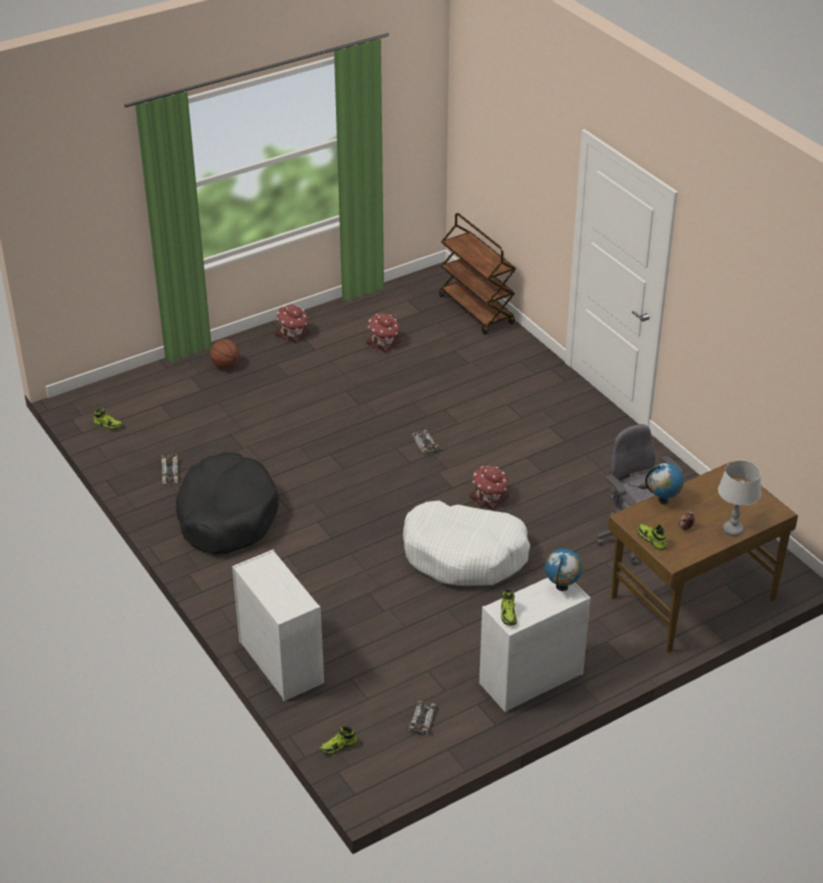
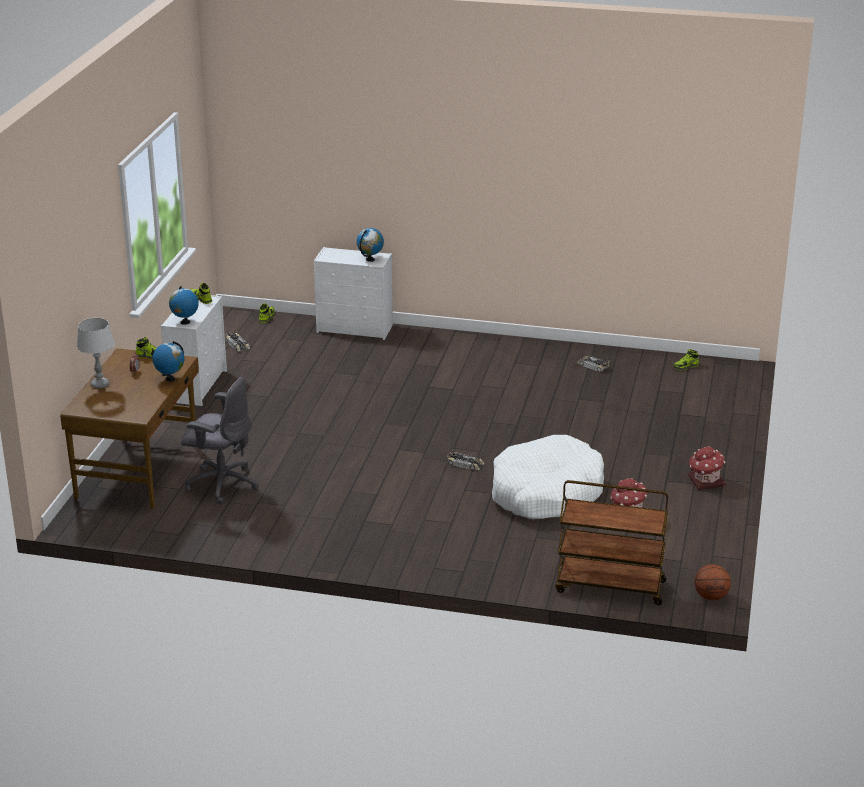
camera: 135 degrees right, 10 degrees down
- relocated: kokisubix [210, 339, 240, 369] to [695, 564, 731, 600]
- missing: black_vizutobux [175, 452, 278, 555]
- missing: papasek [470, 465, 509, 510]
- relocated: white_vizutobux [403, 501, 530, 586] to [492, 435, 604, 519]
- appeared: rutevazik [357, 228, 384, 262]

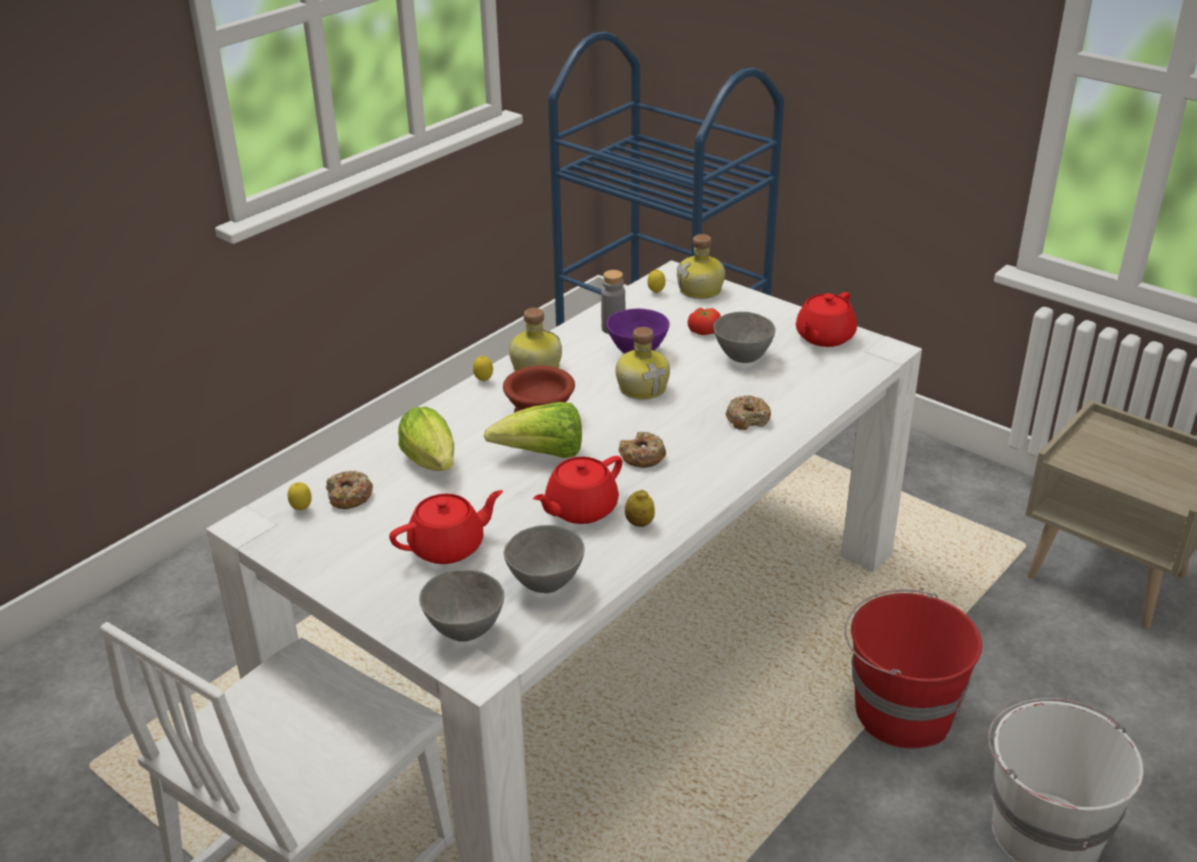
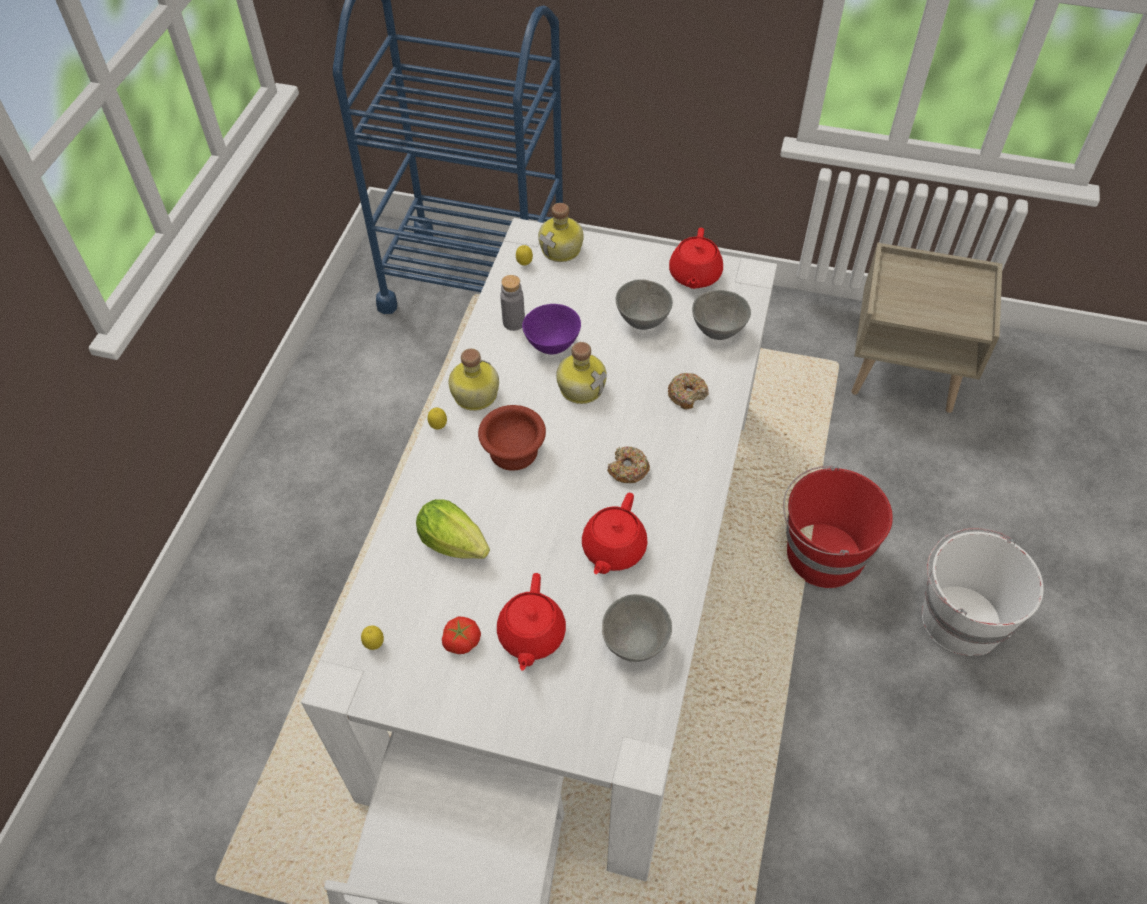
camera: 25 degrees left, 20 degrees up
- relocated: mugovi [688, 308, 721, 335] to [442, 617, 481, 654]
- missing: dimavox [484, 402, 582, 458]
- missing: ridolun [326, 471, 373, 509]
- spun: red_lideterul [389, 490, 503, 564] = [497, 573, 566, 671] 150 degrees clockwise
- missing: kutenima [625, 490, 655, 527]
- relocated: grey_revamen [419, 569, 504, 642] to [692, 290, 751, 340]

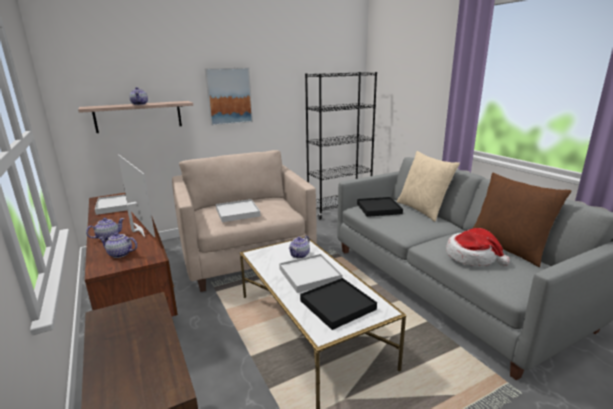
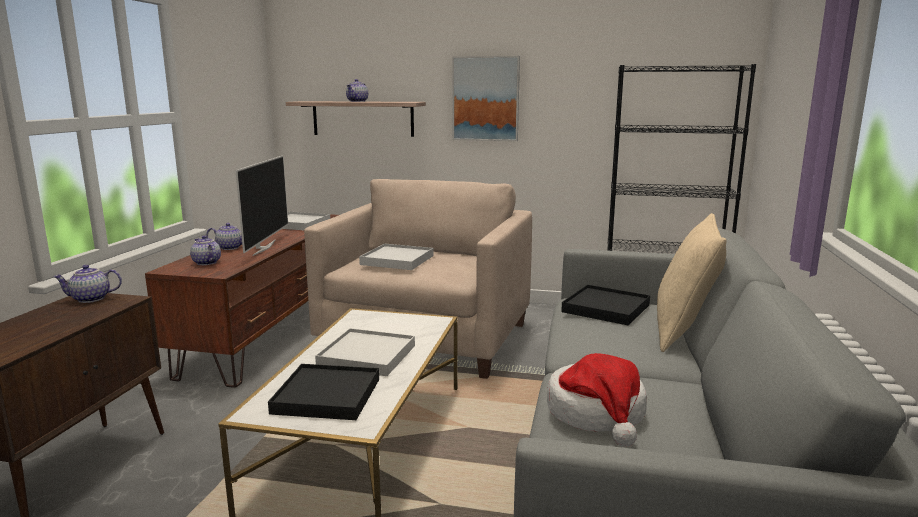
camera: 40 degrees right, 5 degrees down
- missing: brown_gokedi [473, 173, 571, 267]
- relocated: lideterul [289, 236, 310, 259] to [53, 265, 122, 303]

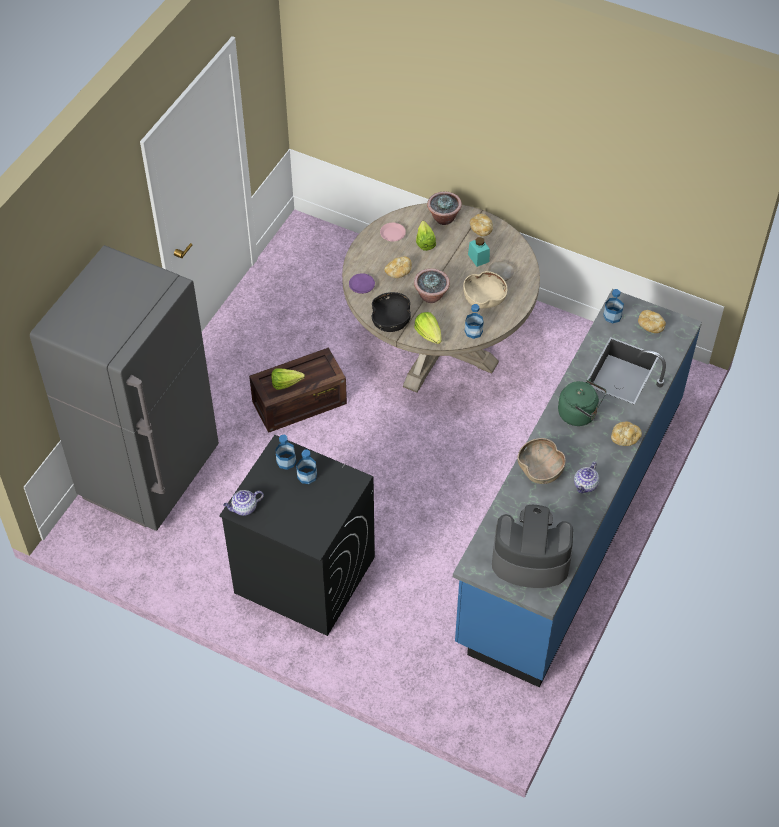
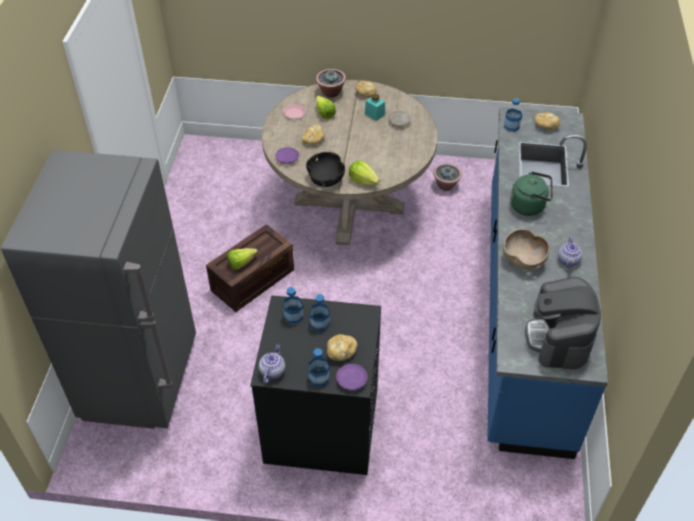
camera: 20 degrees left, 5 degrees down
- relocated: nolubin [414, 268, 450, 303] to [433, 164, 462, 191]
- missing: beige_revamen [463, 271, 507, 309]
- relocated: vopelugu [465, 304, 484, 339] to [309, 348, 330, 386]
- relocated: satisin [611, 422, 642, 446] to [327, 334, 357, 361]
- spun: lideterul [223, 490, 264, 516] = [259, 344, 285, 384] 150 degrees clockwise
- spun: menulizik [492, 505, 573, 588] = [526, 277, 601, 369] 75 degrees counterclockwise
- appeared: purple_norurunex [336, 364, 368, 390]

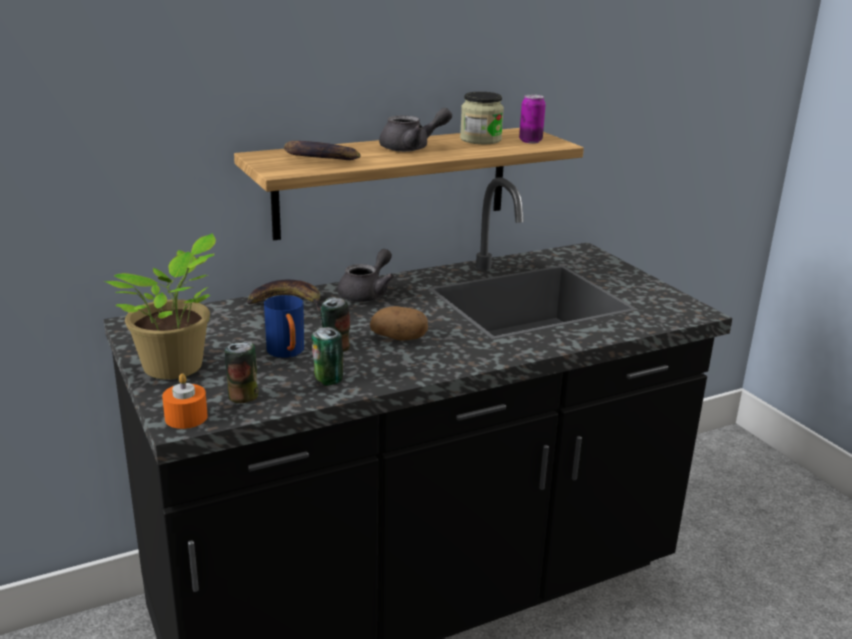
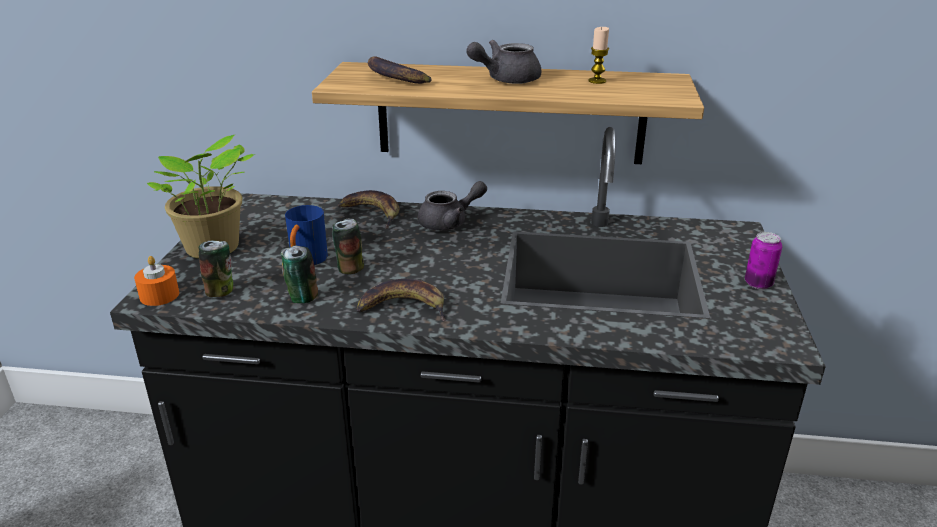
camera: 35 degrees right, 5 degrees up
- exchanged: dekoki [460, 92, 504, 144] to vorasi [588, 27, 609, 84]
- relocated: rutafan [519, 95, 546, 144] to [745, 232, 782, 289]
- spun: grey_lideterul [379, 108, 452, 152] = [466, 40, 542, 84] 135 degrees clockwise
- missing: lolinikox [370, 306, 428, 341]
- appeared: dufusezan [356, 279, 446, 322]

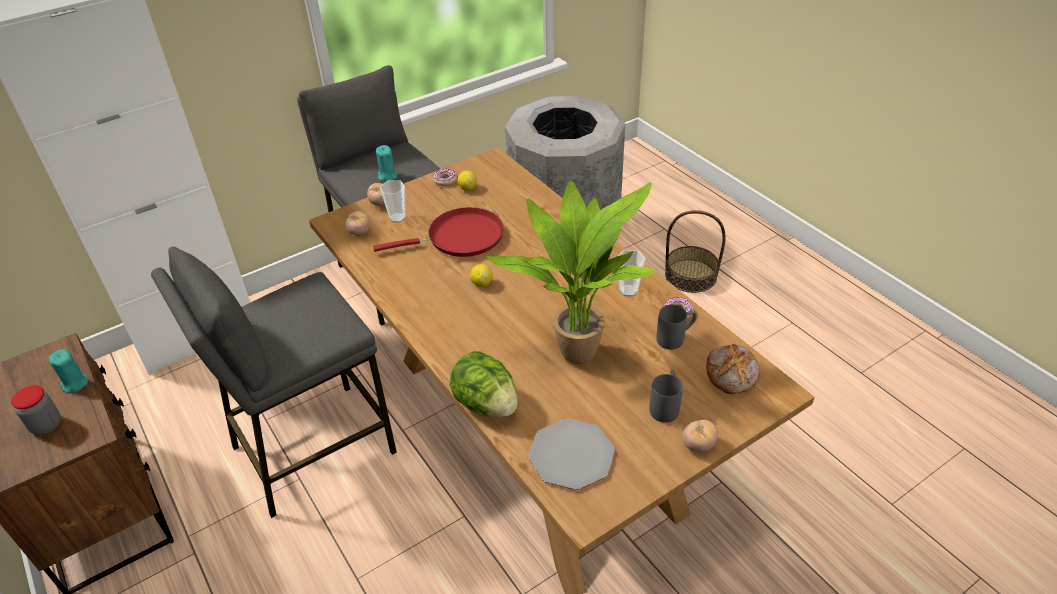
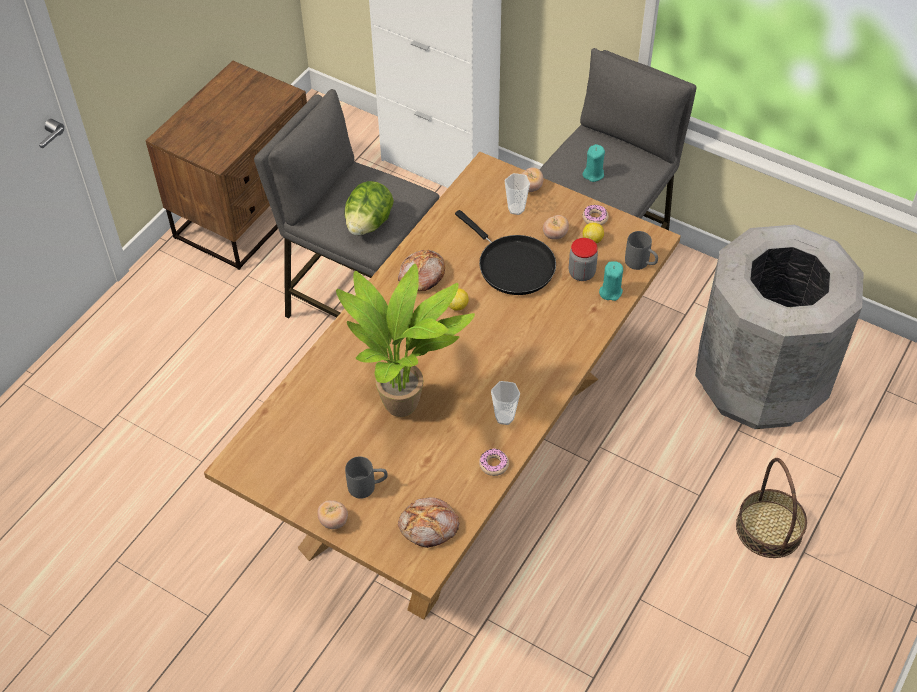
camera: 65 degrees right, 10 degrees up
- colour: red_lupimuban [373, 207, 504, 257] to black_lupimuban [455, 210, 556, 295]
- relocated: mugovi [346, 211, 370, 236] to [543, 215, 569, 240]
- relocated: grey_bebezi [656, 305, 697, 350] to [625, 231, 658, 270]
- relocated: turquoise_vorasi [49, 350, 88, 393] to [599, 261, 623, 301]
- relocated: dimavox [450, 351, 518, 417] to [344, 181, 394, 235]
- relocated: dekoki [11, 385, 61, 435] to [569, 238, 598, 281]
- missing: norurunex [528, 419, 615, 490]
- appeared: satisin [398, 249, 445, 291]

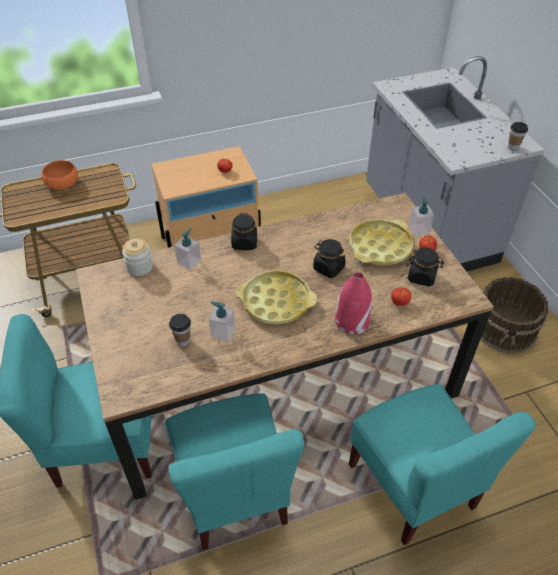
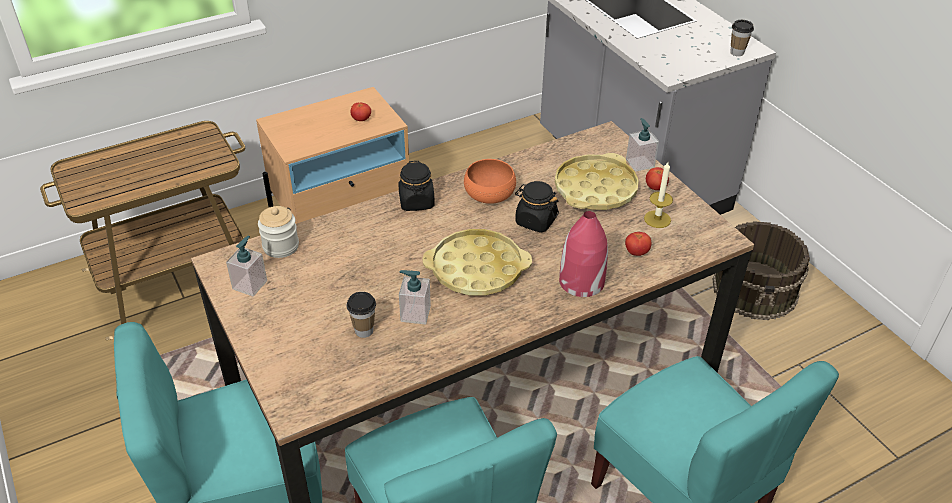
camera: 10 degrees left, 5 degrees down
- relocated: orange_revamen [42, 160, 78, 190] to [464, 159, 516, 204]
- relocated: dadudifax [174, 228, 201, 270] to [226, 236, 267, 296]
- exchanged: black_dekoki [407, 248, 444, 287] to vorasi [644, 162, 673, 228]

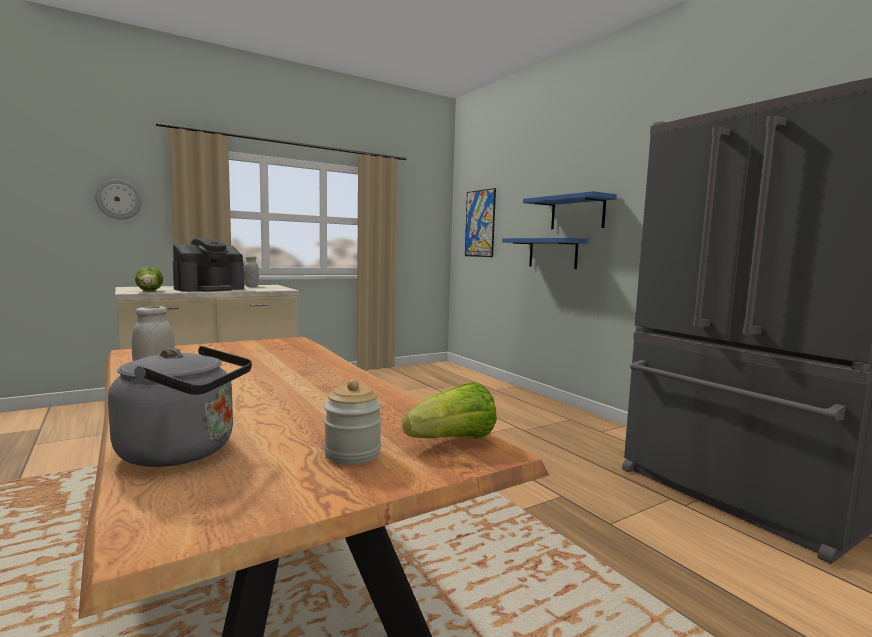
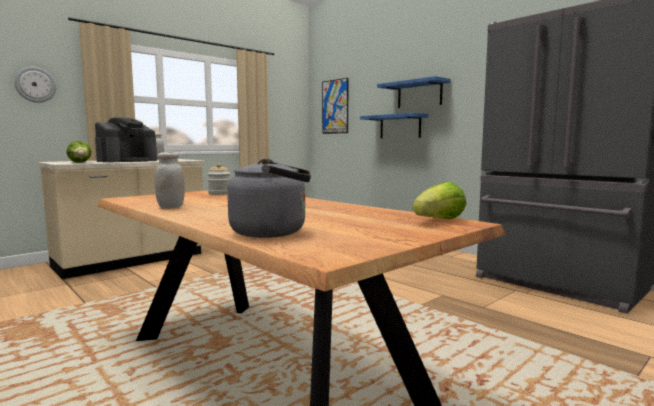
camera: 10 degrees left, 0 degrees up
- relocated: dekoki [324, 380, 382, 465] to [208, 163, 231, 195]

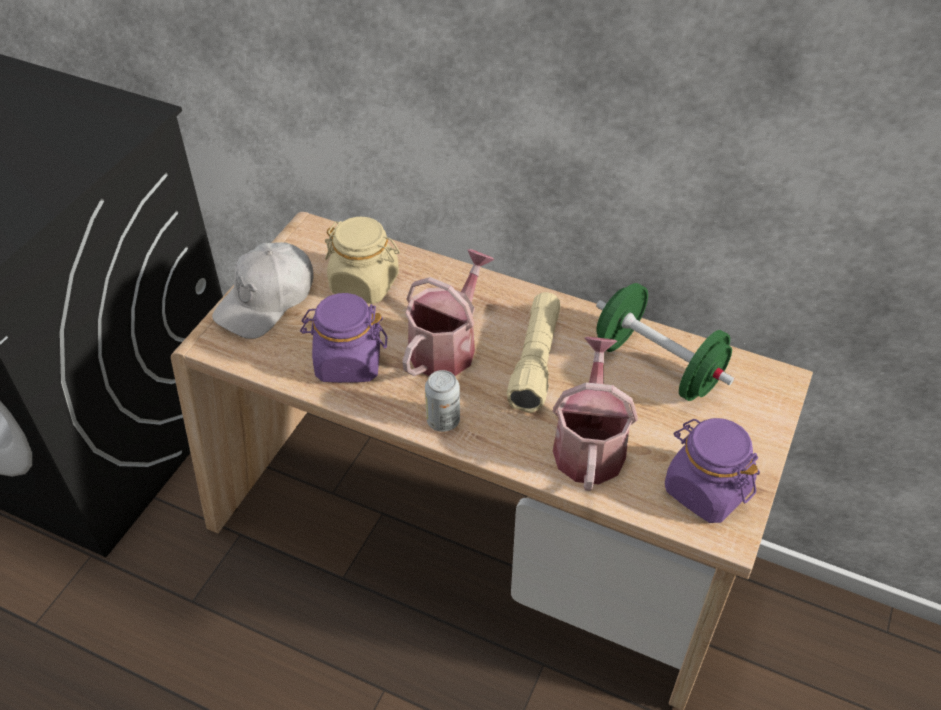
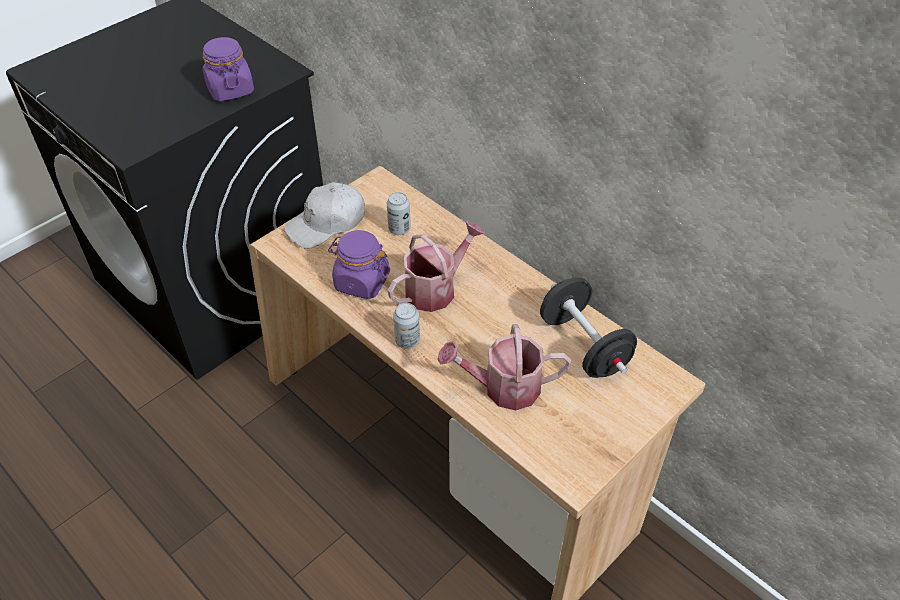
camera: 20 degrees right, 0 degrees up
- exchanged: beige_dekoki [325, 217, 400, 304] to rutafan [387, 192, 411, 235]
- colour: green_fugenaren [596, 283, 734, 401] to black_fugenaren [540, 277, 637, 378]
- missing: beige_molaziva [506, 292, 561, 413]
- spun: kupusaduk [553, 337, 638, 491] = [437, 324, 571, 410] 120 degrees counterclockwise
- relocated: purple_dekoki [665, 418, 760, 523] to [202, 37, 254, 102]

